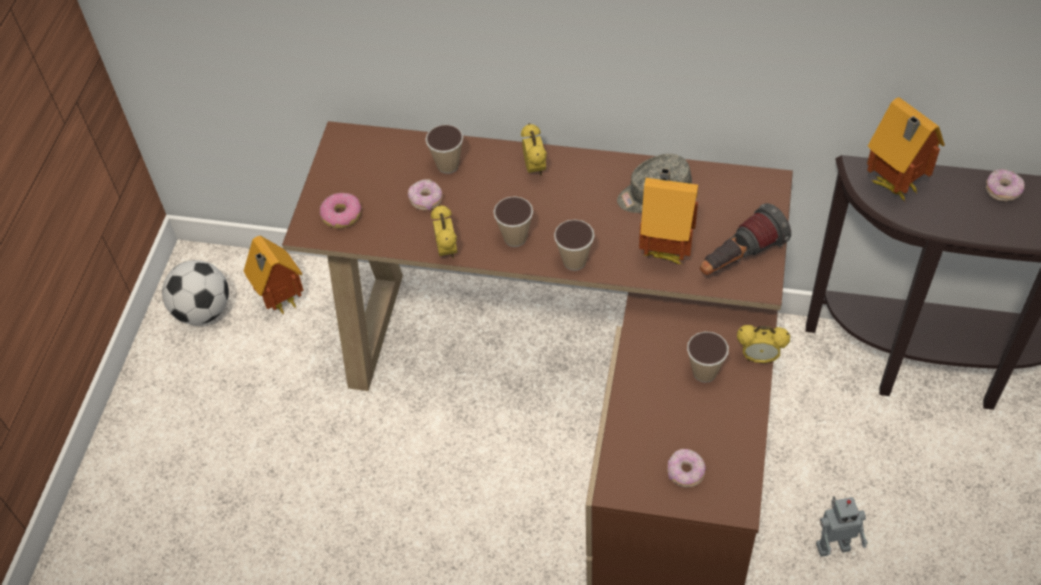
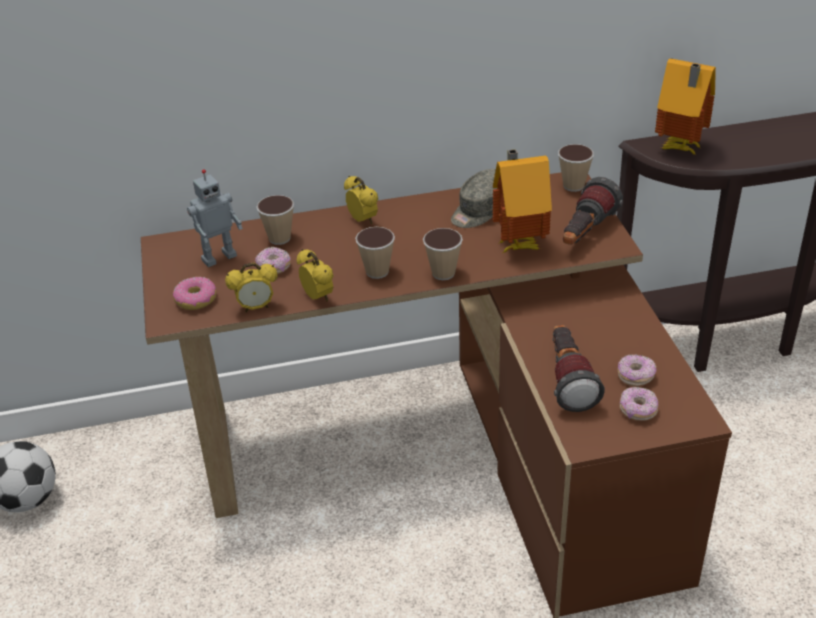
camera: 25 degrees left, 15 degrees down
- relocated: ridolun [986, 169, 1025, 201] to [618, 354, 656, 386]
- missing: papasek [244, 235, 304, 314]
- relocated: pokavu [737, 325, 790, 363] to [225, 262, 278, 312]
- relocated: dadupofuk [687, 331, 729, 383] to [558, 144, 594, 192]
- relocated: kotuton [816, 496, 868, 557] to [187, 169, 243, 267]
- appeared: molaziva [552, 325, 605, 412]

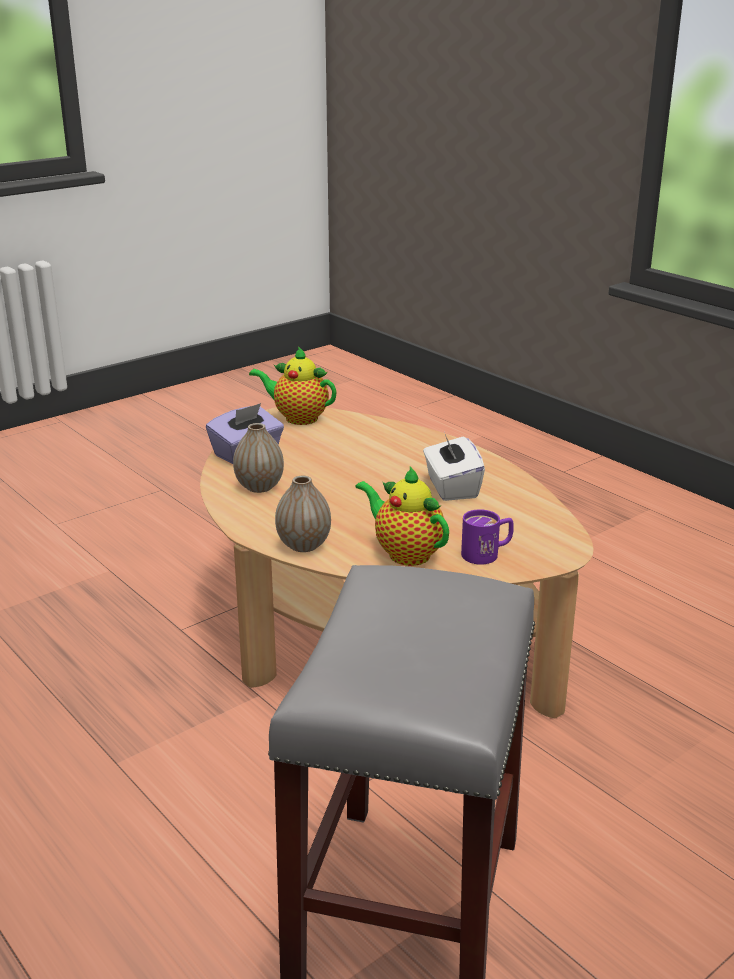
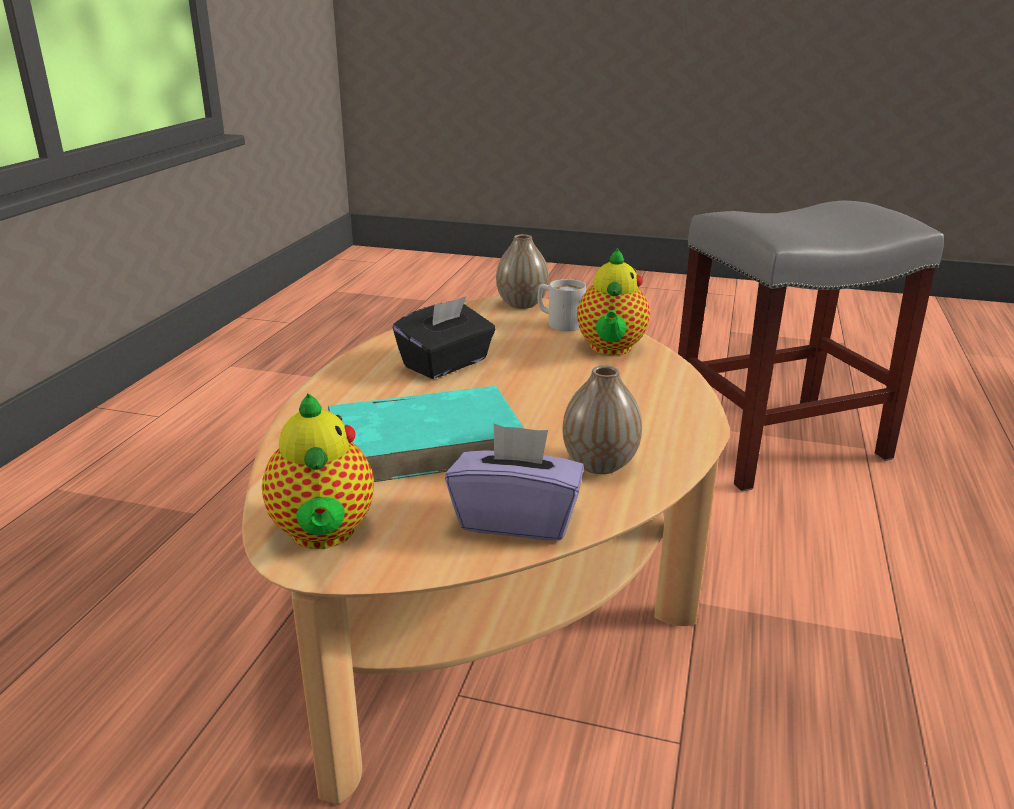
camera: 125 degrees left, 0 degrees up
- colour: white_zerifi [423, 432, 485, 501] to black_zerifi [393, 296, 496, 379]
- relocated: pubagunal [275, 476, 331, 552] to [496, 234, 549, 309]
- colour: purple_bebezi [461, 509, 514, 565] to white_bebezi [538, 279, 586, 331]
- appeared: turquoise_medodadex [328, 386, 524, 482]

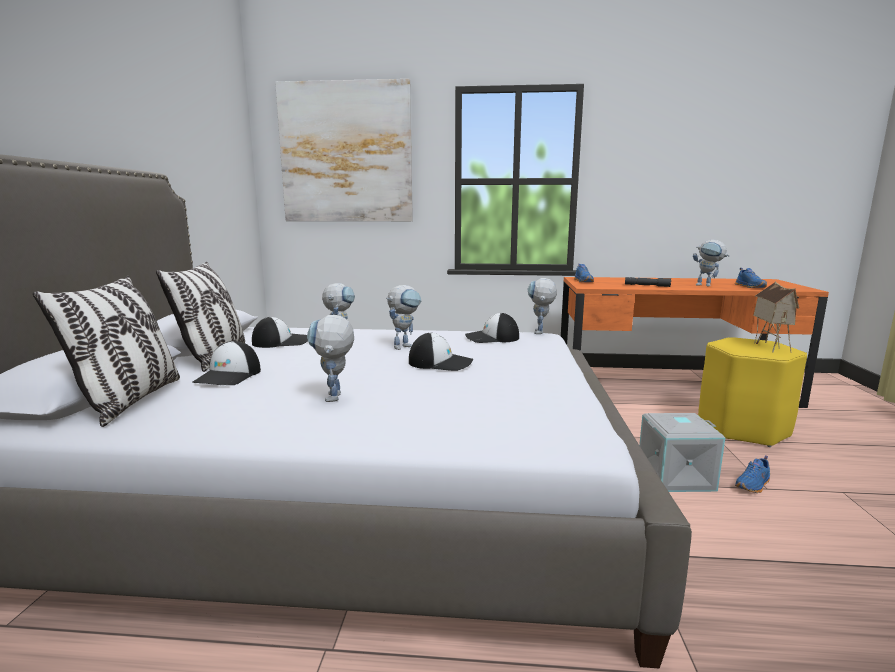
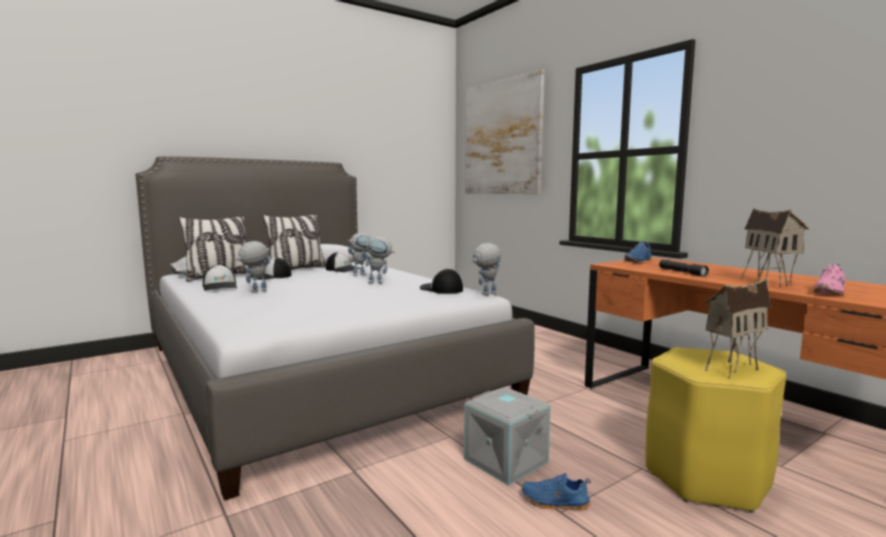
camera: 50 degrees right, 5 degrees down
- exchanged: kotuton [693, 239, 730, 287] to papasek [741, 208, 809, 287]
- colour: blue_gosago [735, 268, 767, 288] to pink_gosago [813, 264, 845, 296]
- relocated: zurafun [409, 333, 473, 371] to [203, 265, 237, 291]

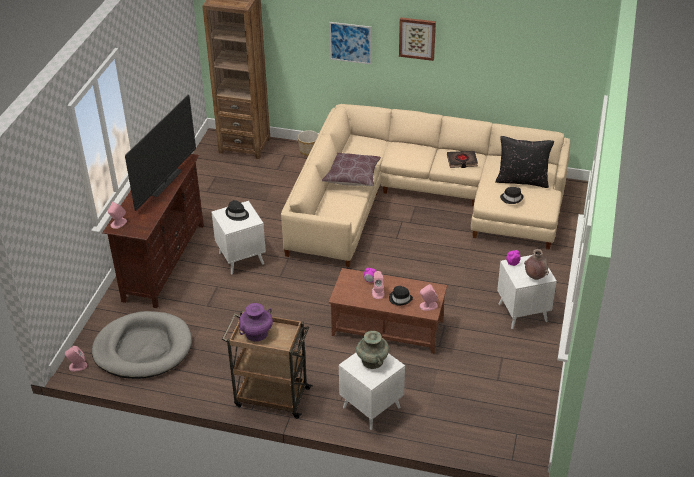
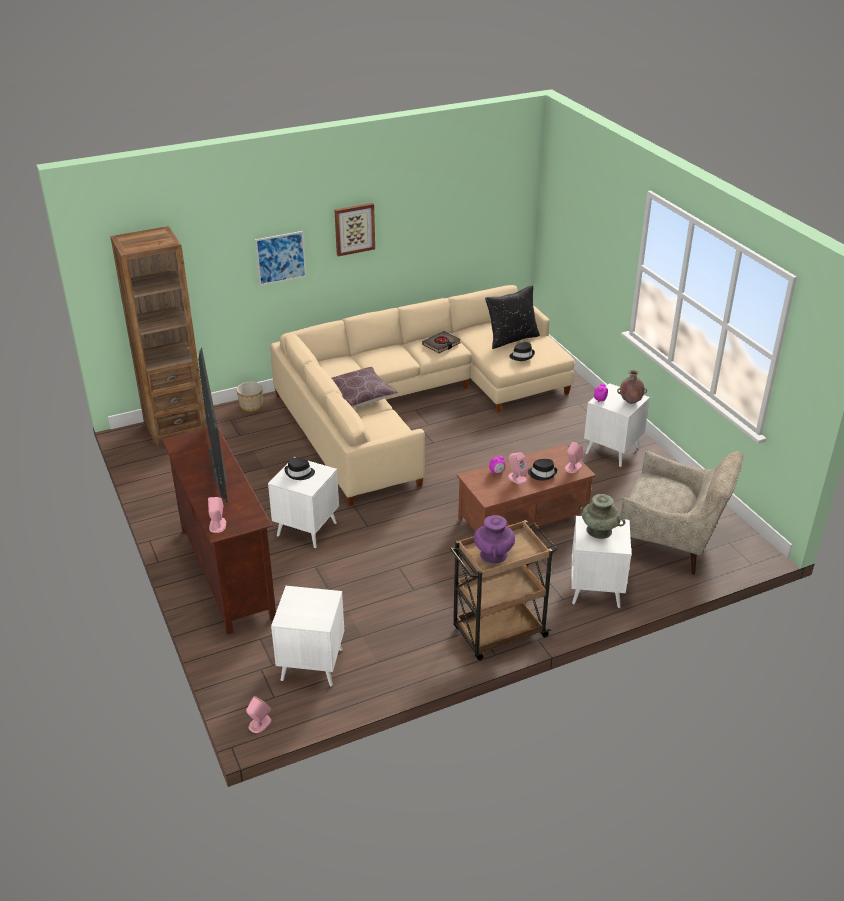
camera: 40 degrees left, 5 degrees down
- exchanged: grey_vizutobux [92, 311, 192, 379] to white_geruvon [271, 586, 344, 686]
- appeared: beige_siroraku [620, 451, 744, 575]

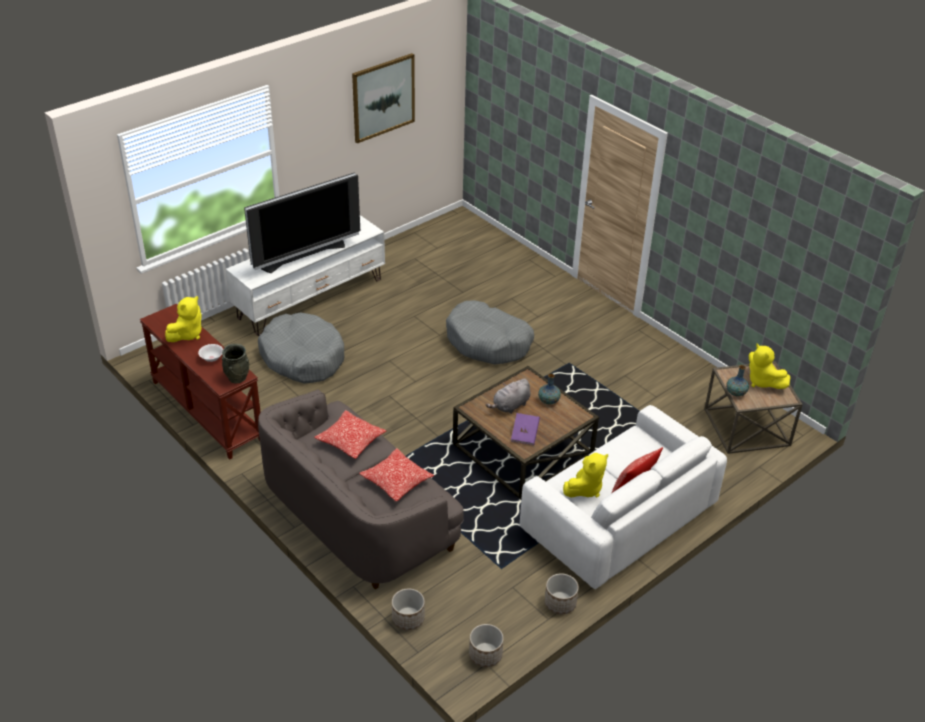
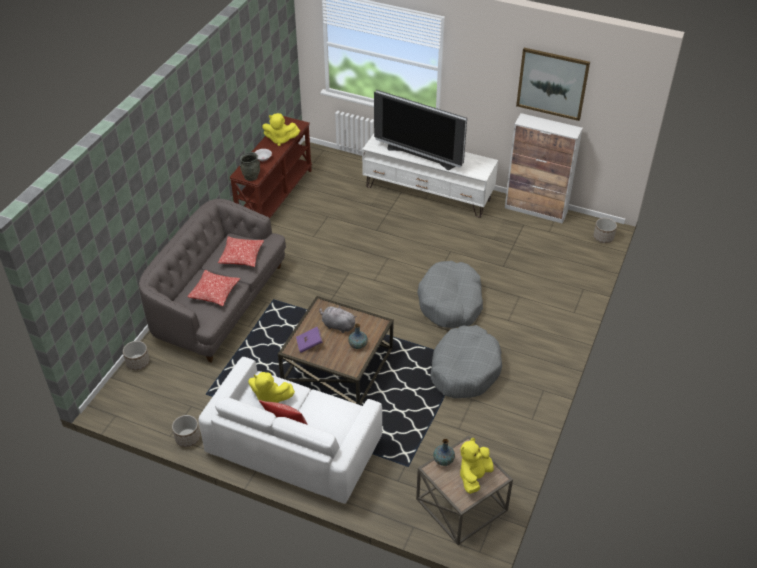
camera: 65 degrees right, 5 degrees up
- relocated: grey_vizutobux [258, 312, 344, 384] to [430, 325, 502, 399]
- relocated: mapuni [469, 624, 504, 667] to [594, 218, 617, 243]
- appeared: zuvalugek [505, 113, 583, 224]

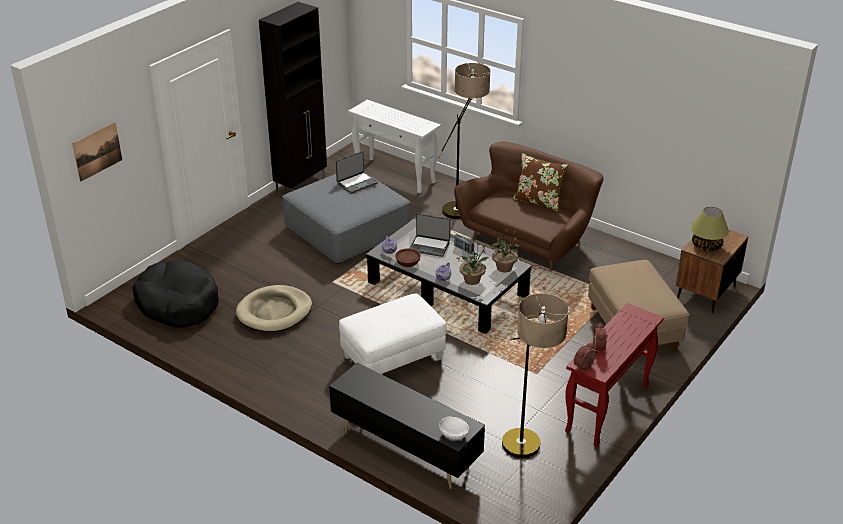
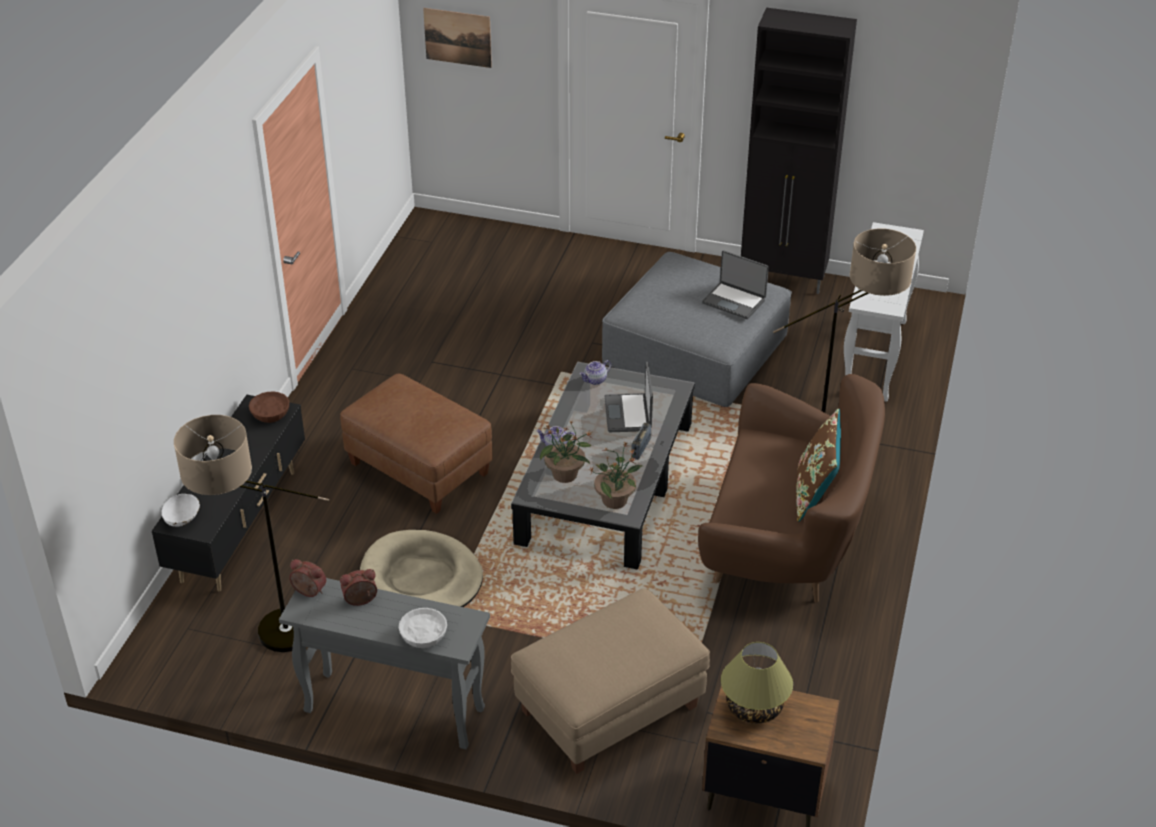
camera: 70 degrees right, 5 degrees up
- relocated: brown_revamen [395, 248, 421, 267] to [249, 392, 289, 423]
- missing: black_vizutobux [133, 260, 219, 328]
- relocated: beige_vizutobux [236, 285, 312, 332] to [360, 530, 483, 607]
- colour: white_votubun [339, 293, 447, 374] to brown_votubun [340, 374, 492, 514]
- colour: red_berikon [565, 303, 664, 446] to grey_berikon [279, 578, 490, 749]
- appeared: white_revamen [399, 608, 447, 648]

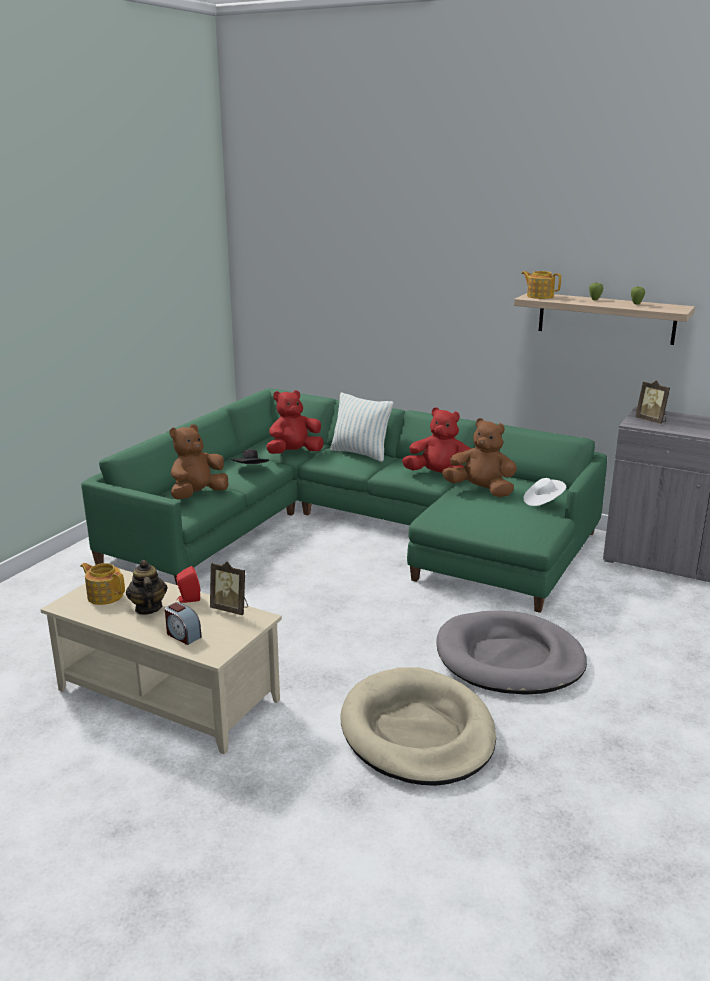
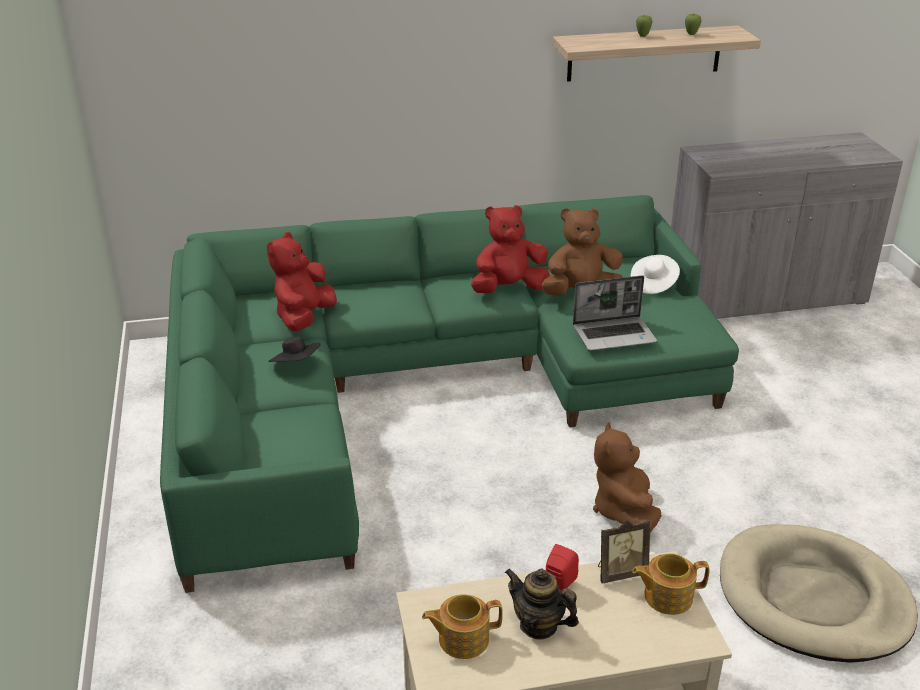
camera: 40 degrees left, 10 degrees up
- relocated: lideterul [521, 271, 561, 299] to [633, 553, 710, 615]
- missing: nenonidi [635, 380, 670, 424]
- missing: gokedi [330, 393, 394, 462]
- relocated: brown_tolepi [170, 424, 228, 499] to [593, 422, 662, 532]
- missing: pokavu [165, 602, 202, 645]
- missing: grey_vizutobux [436, 611, 587, 695]
- appeared: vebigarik [573, 275, 657, 351]

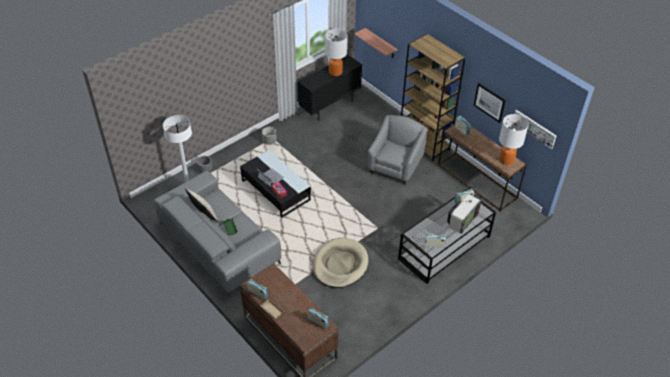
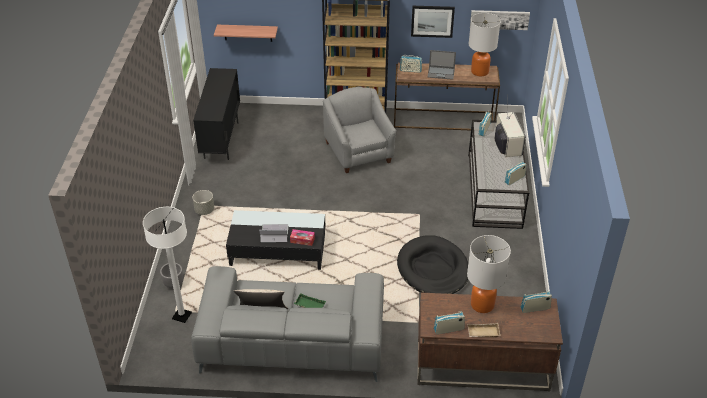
camera: 45 degrees left, 5 degrees down
- relocated: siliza [325, 29, 347, 76] to [467, 235, 511, 313]
- colour: beige_vizutobux [313, 238, 368, 288] to black_vizutobux [397, 235, 468, 294]
- appeared: vebigarik [428, 50, 456, 80]

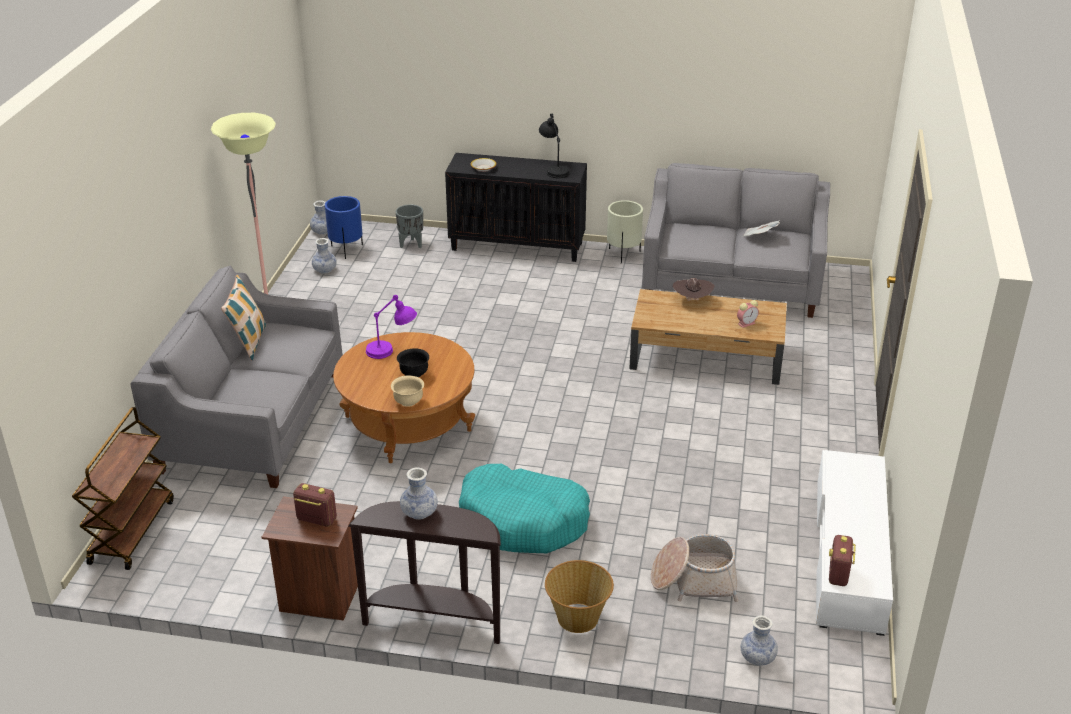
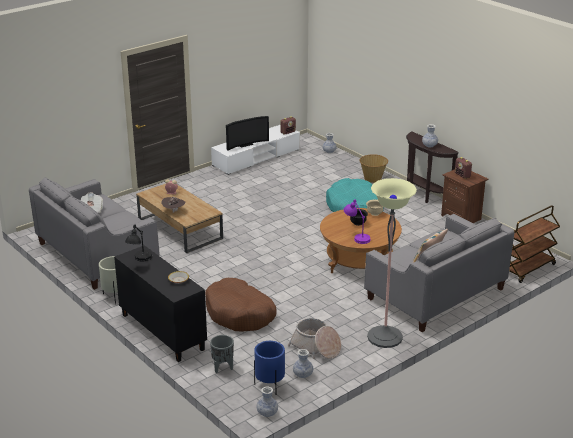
camera: 140 degrees left, 5 degrees down
- relocated: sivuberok [651, 534, 738, 602] to [288, 318, 341, 359]
- appeared: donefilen [226, 116, 269, 151]
- appeared: brown_vizutobux [205, 278, 277, 331]

